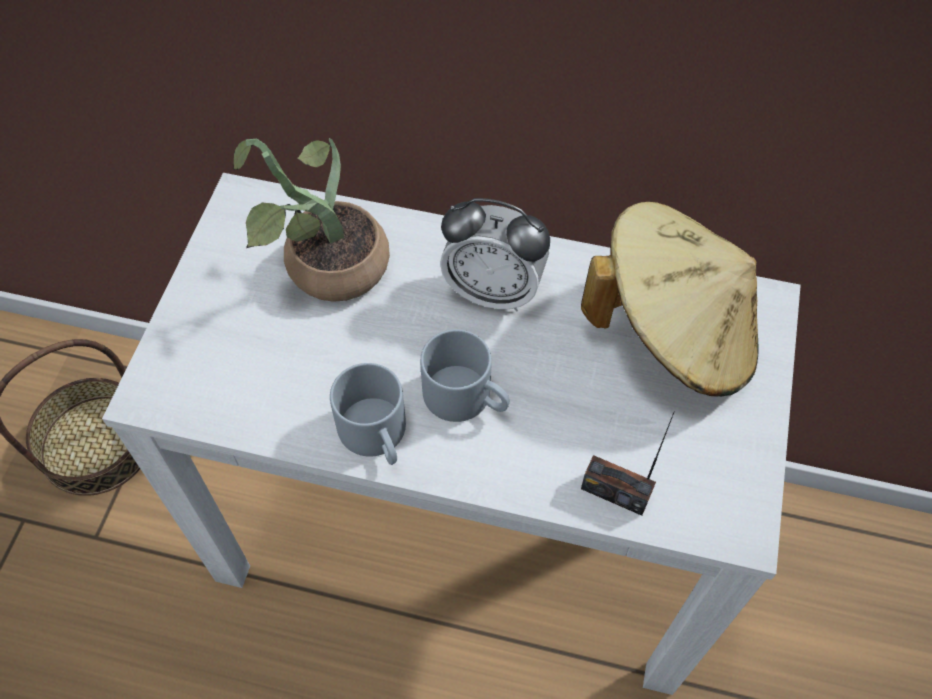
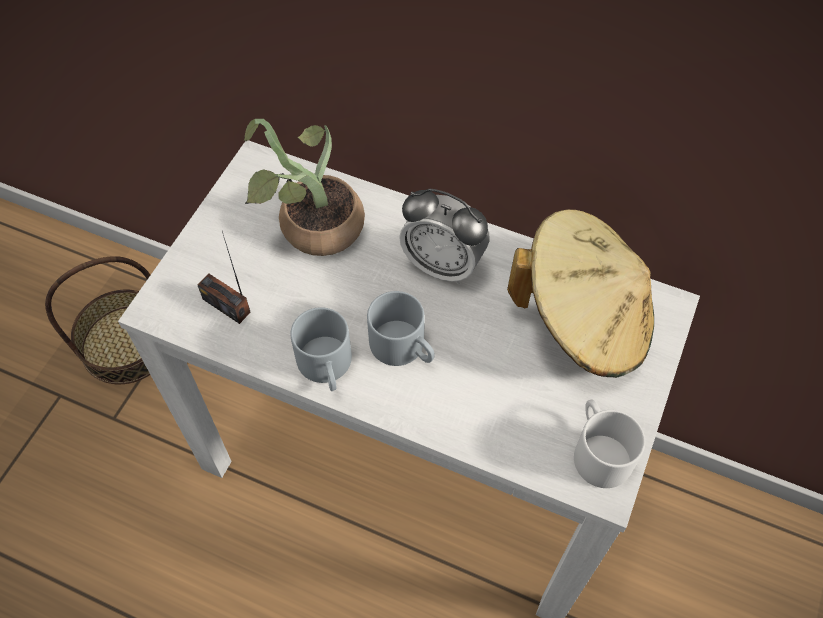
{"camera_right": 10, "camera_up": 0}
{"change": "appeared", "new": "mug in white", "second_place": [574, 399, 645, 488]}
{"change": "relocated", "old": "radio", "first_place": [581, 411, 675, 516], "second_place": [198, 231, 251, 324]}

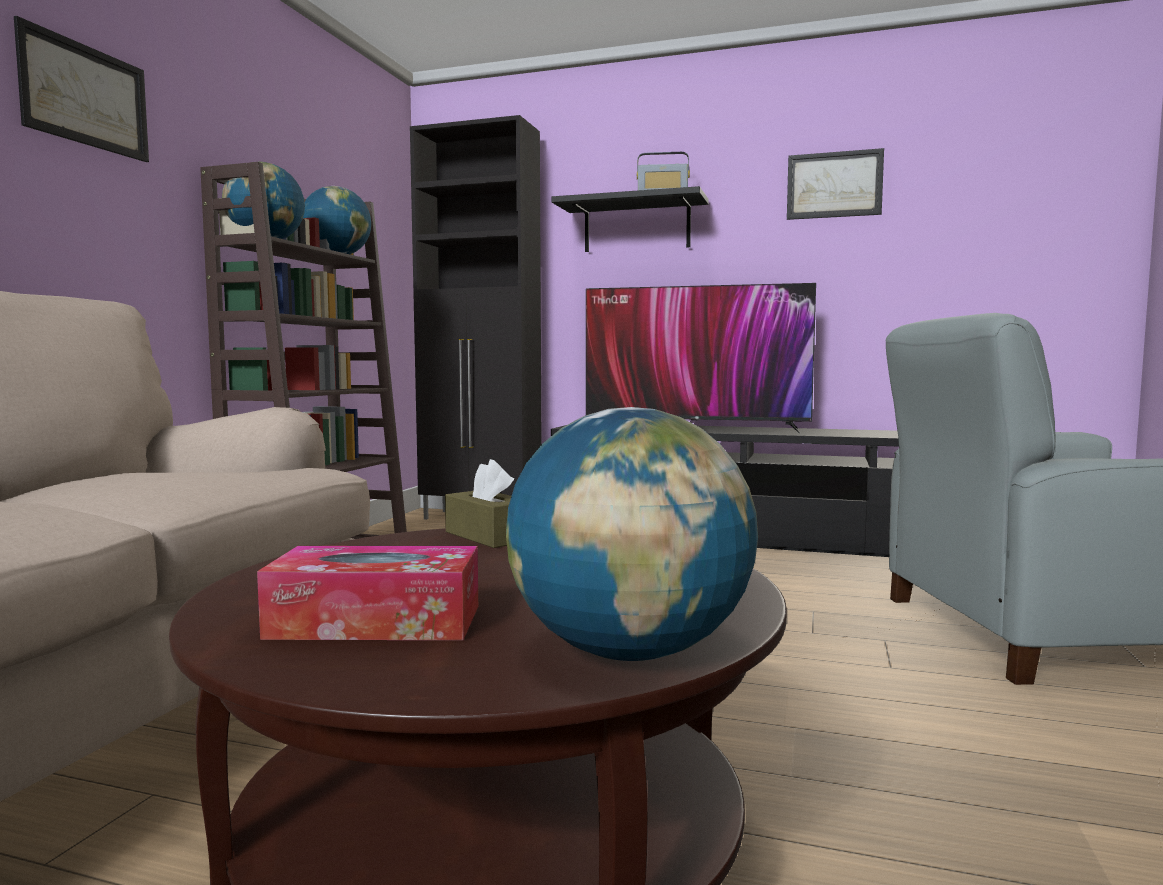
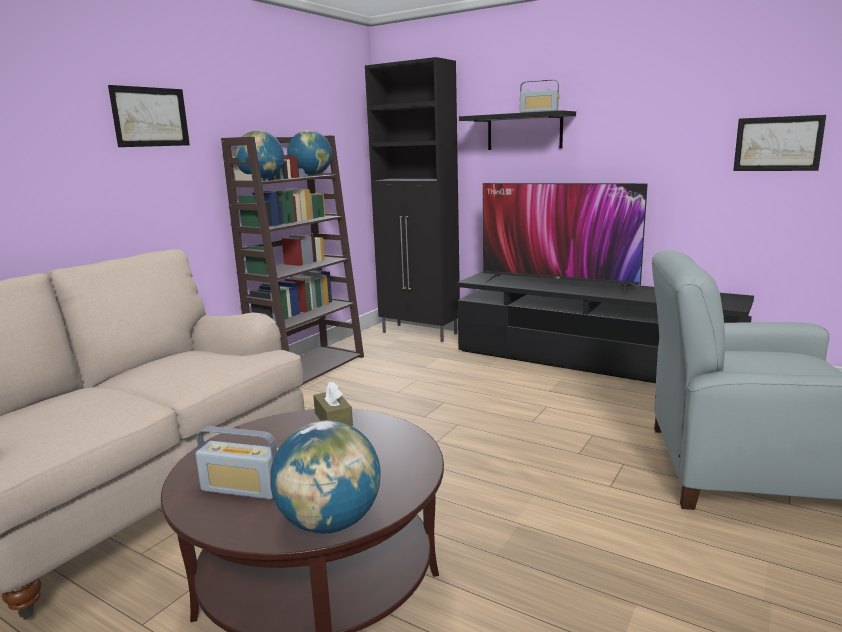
{"camera_right": 15, "camera_up": 10}
{"change": "relocated", "old": "picture", "first_place": [787, 148, 884, 220], "second_place": [733, 115, 826, 171]}
{"change": "exchanged", "old": "tissue box", "new": "radio", "first_place": [257, 546, 478, 640], "second_place": [196, 426, 279, 499]}

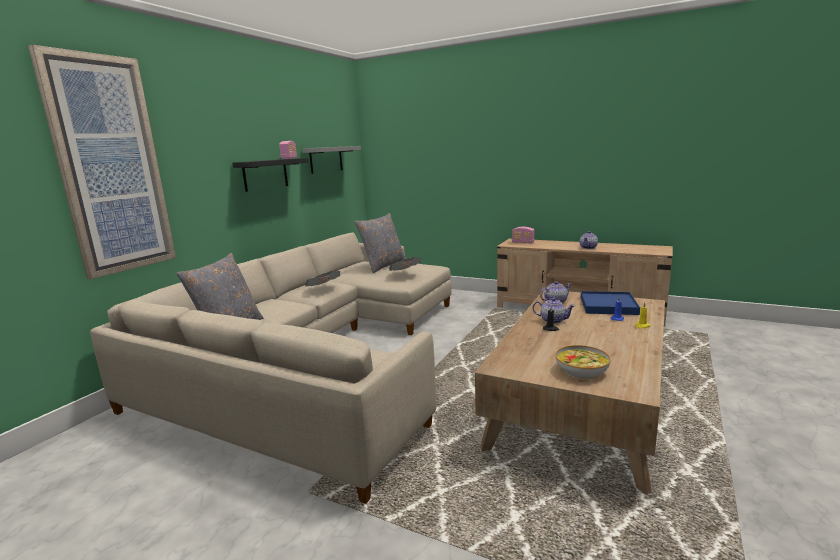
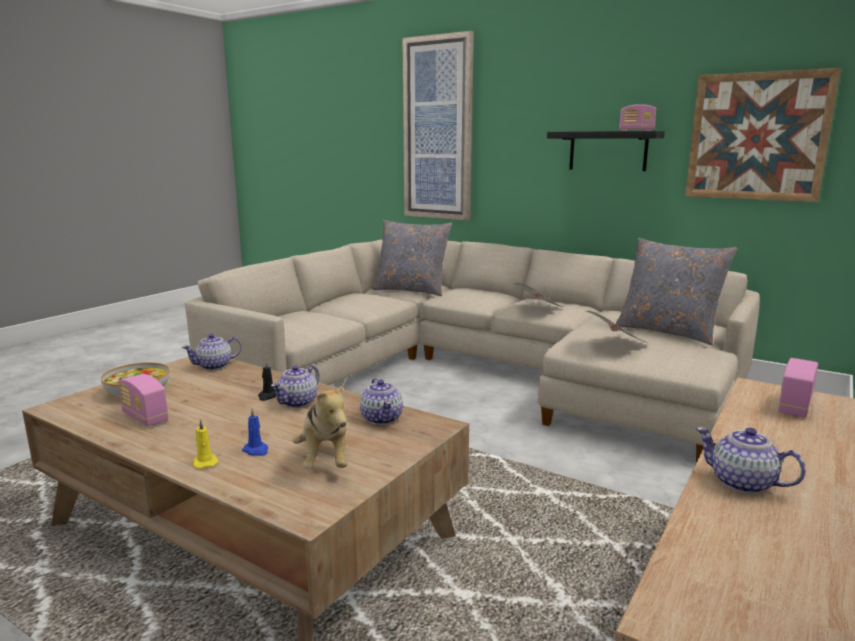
{"camera_right": 95, "camera_up": 0}
{"change": "appeared", "new": "radio", "second_place": [118, 374, 168, 426]}
{"change": "appeared", "new": "teapot", "second_place": [182, 334, 242, 370]}
{"change": "exchanged", "old": "shelf in grey", "new": "picture", "first_place": [303, 146, 361, 174], "second_place": [685, 68, 841, 202]}
{"change": "exchanged", "old": "tray in blue", "new": "plush toy", "first_place": [581, 291, 640, 315], "second_place": [292, 381, 347, 469]}

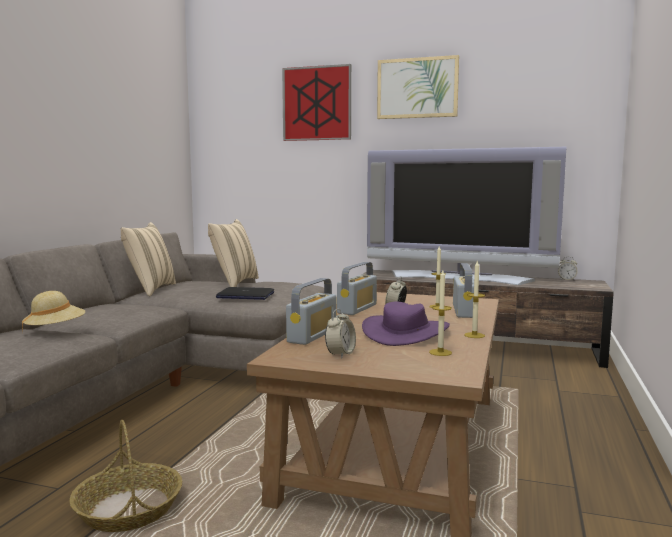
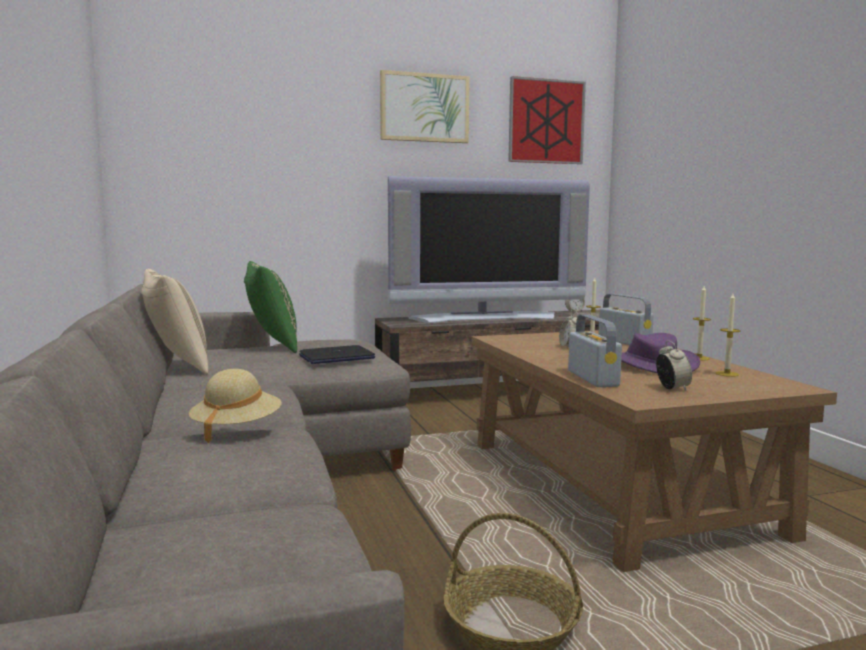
{"camera_right": -35, "camera_up": 0}
{"change": "missing", "old": "radio", "first_place": [337, 262, 377, 315]}
{"change": "relocated", "old": "picture", "first_place": [282, 64, 351, 141], "second_place": [508, 76, 586, 164]}
{"change": "colour", "old": "pillow in beige", "new": "pillow in green", "first_place": [208, 219, 259, 287], "second_place": [244, 261, 297, 353]}

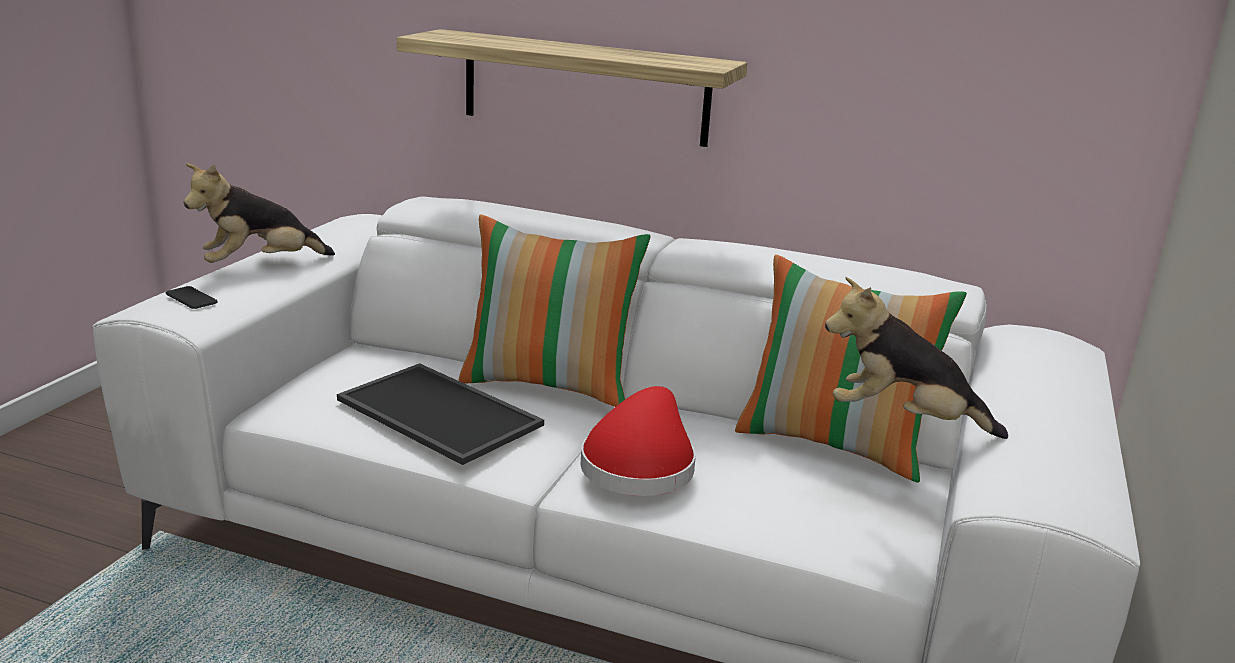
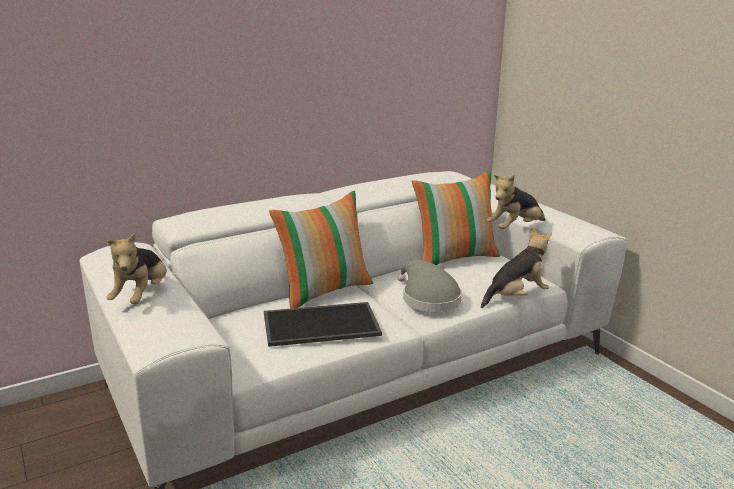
{"camera_right": -50, "camera_up": 0}
{"change": "missing", "old": "phone", "first_place": [166, 286, 218, 309]}
{"change": "missing", "old": "shelf", "first_place": [397, 29, 747, 147]}
{"change": "appeared", "new": "plush toy", "second_place": [481, 228, 552, 308]}
{"change": "colour", "old": "hat in red", "new": "hat in grey", "first_place": [581, 386, 696, 496], "second_place": [397, 259, 462, 312]}

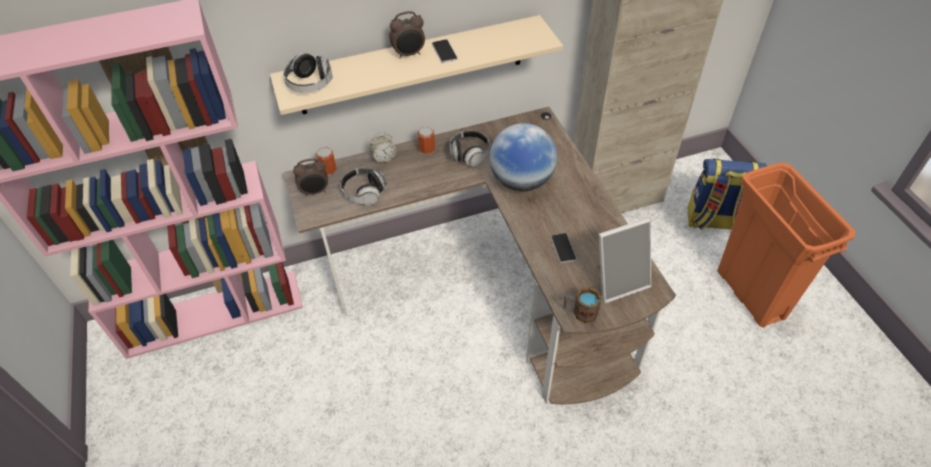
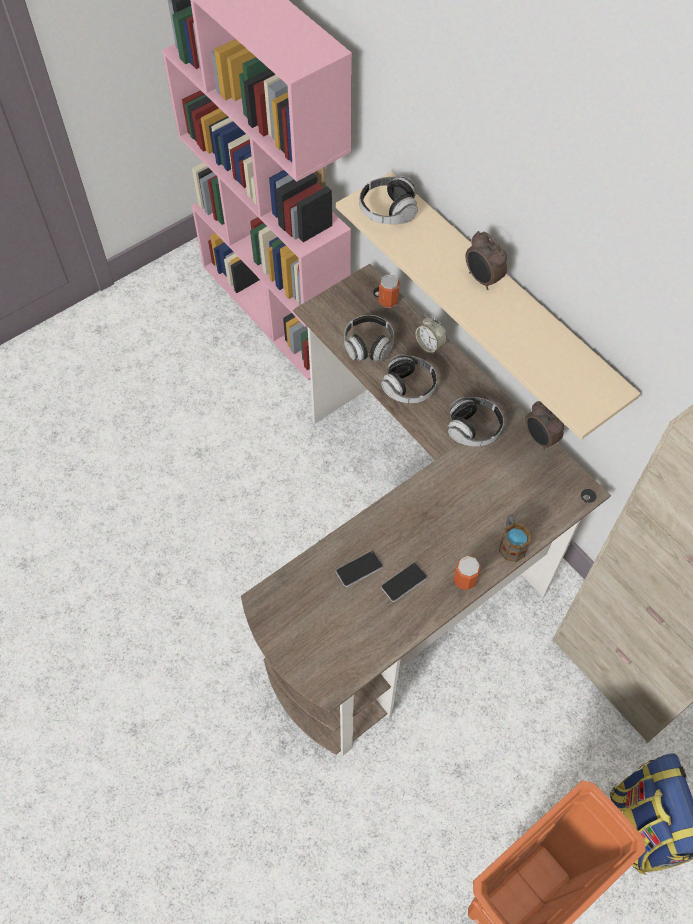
{"camera_right": 70, "camera_up": 10}
{"change": "missing", "old": "globe", "first_place": [489, 123, 557, 191]}
{"change": "missing", "old": "picture frame", "first_place": [596, 218, 651, 304]}
{"change": "appeared", "new": "headphones", "second_place": [381, 355, 437, 403]}
{"change": "relocated", "old": "alarm clock", "first_place": [293, 158, 328, 197], "second_place": [525, 401, 564, 450]}
{"change": "relocated", "old": "can", "first_place": [418, 126, 435, 154], "second_place": [453, 556, 481, 590]}
{"change": "relocated", "old": "phone", "first_place": [432, 39, 457, 63], "second_place": [381, 563, 427, 602]}
{"change": "relocated", "old": "mug", "first_place": [564, 287, 602, 323], "second_place": [499, 514, 532, 562]}

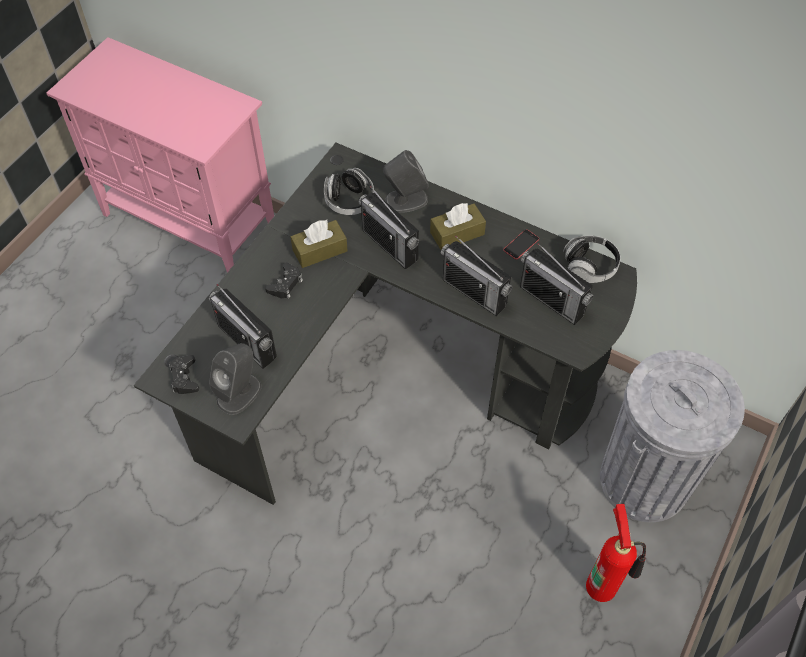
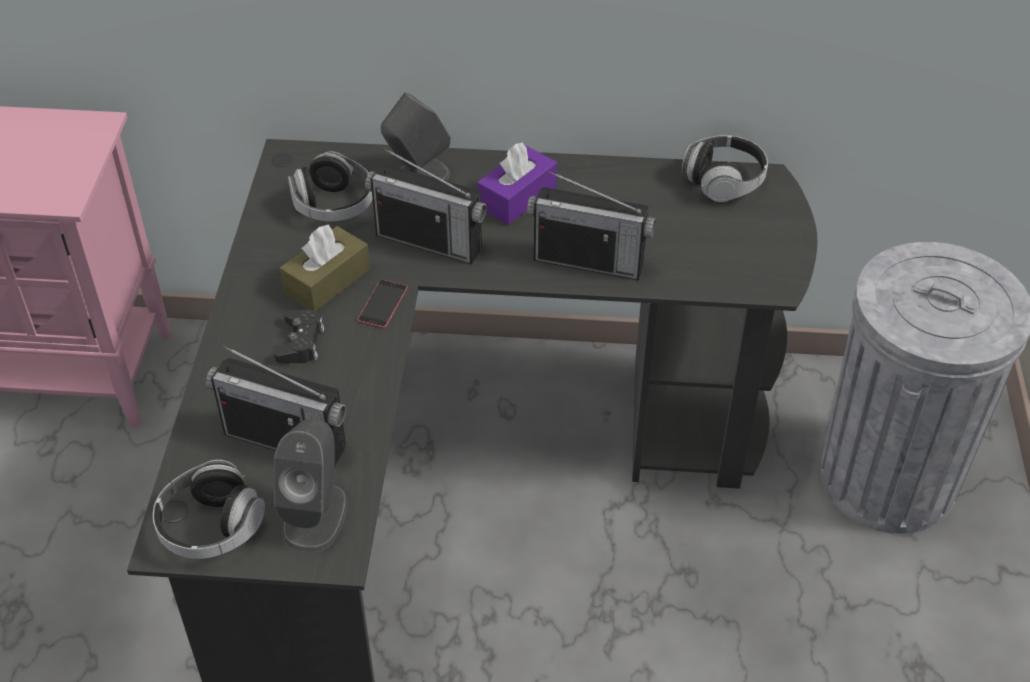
{"camera_right": -25, "camera_up": -10}
{"change": "missing", "old": "radio", "first_place": [520, 243, 594, 325]}
{"change": "missing", "old": "fire extinguisher", "first_place": [586, 504, 646, 602]}
{"change": "relocated", "old": "phone", "first_place": [503, 229, 539, 260], "second_place": [358, 280, 407, 328]}
{"change": "exchanged", "old": "game controller in black", "new": "headphones", "first_place": [169, 355, 199, 394], "second_place": [153, 460, 265, 559]}
{"change": "colour", "old": "tissue box in brown", "new": "tissue box in purple", "first_place": [430, 203, 486, 250], "second_place": [477, 143, 557, 225]}

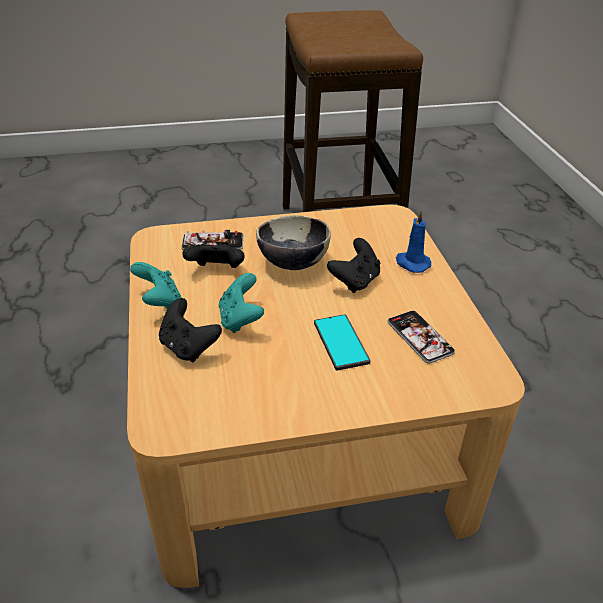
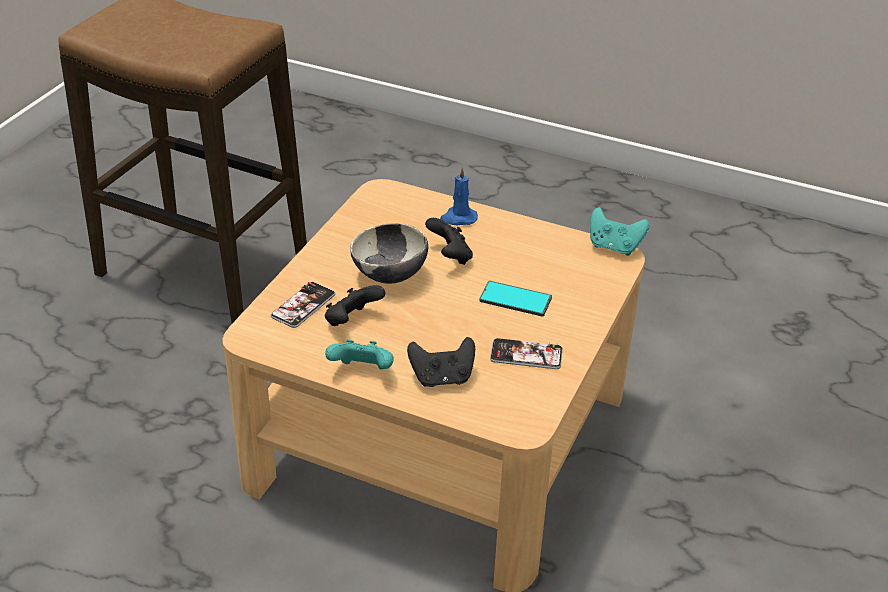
{"camera_right": -55, "camera_up": 0}
{"change": "relocated", "old": "game controller in turquoise", "first_place": [219, 273, 264, 333], "second_place": [590, 207, 649, 256]}
{"change": "relocated", "old": "phone", "first_place": [387, 311, 455, 364], "second_place": [490, 338, 563, 369]}

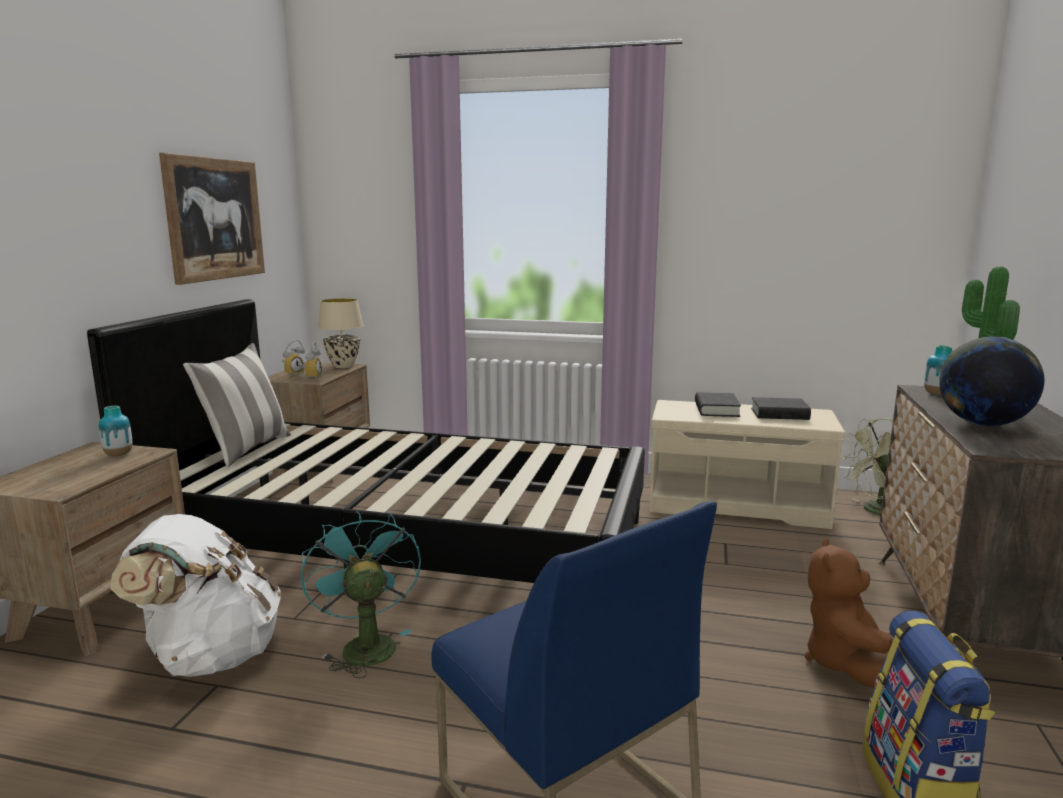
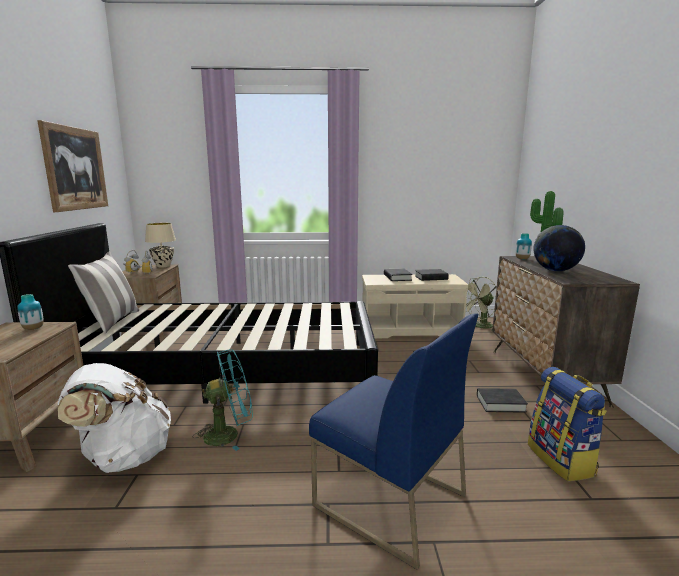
{"camera_right": -15, "camera_up": 0}
{"change": "exchanged", "old": "plush toy in brown", "new": "book in black", "first_place": [805, 538, 893, 688], "second_place": [477, 388, 528, 413]}
{"change": "spun", "old": "fan in turquoise", "first_place": [301, 510, 421, 678], "second_place": [192, 349, 253, 451], "degrees": 105}

